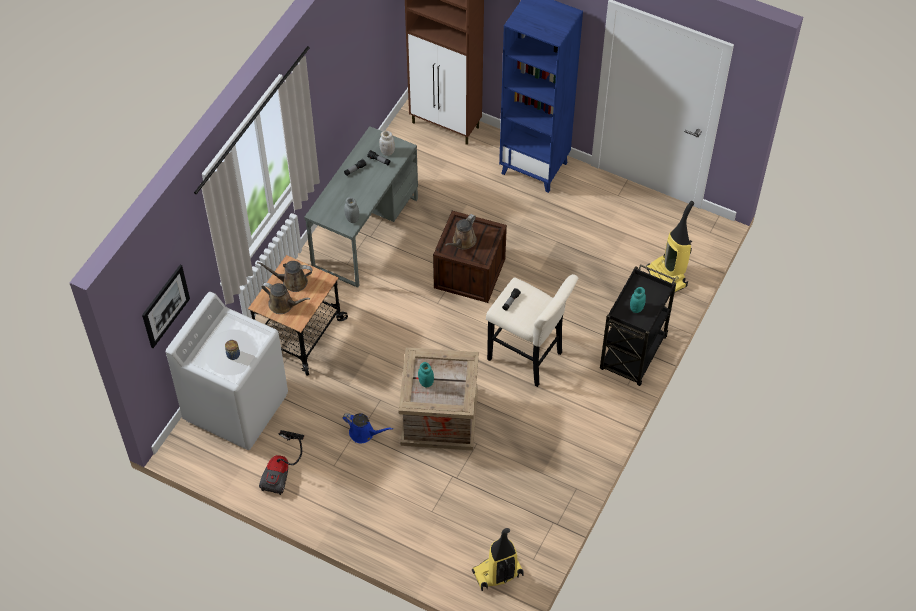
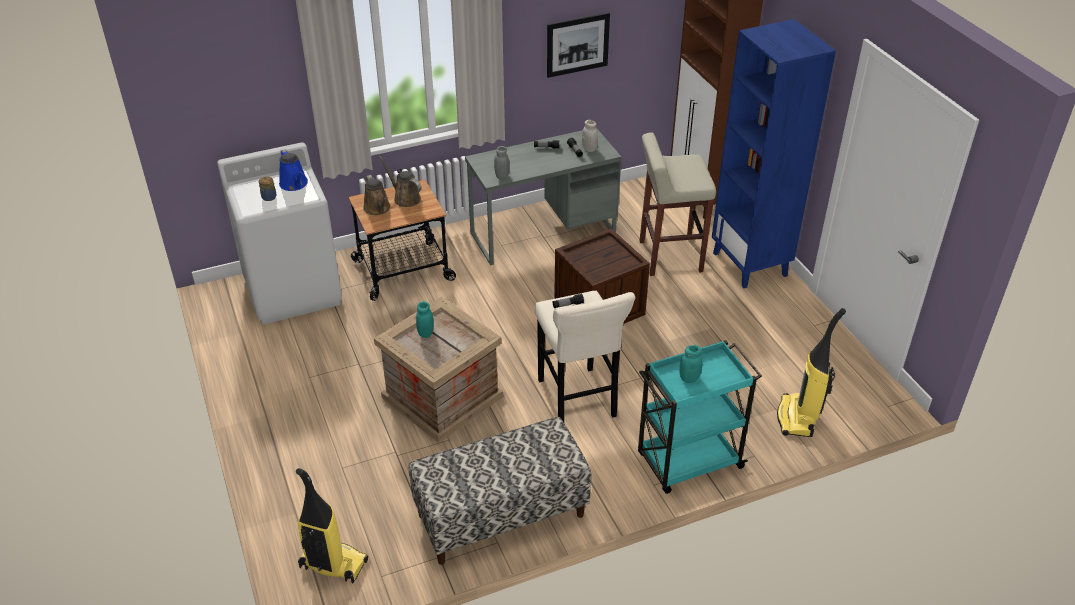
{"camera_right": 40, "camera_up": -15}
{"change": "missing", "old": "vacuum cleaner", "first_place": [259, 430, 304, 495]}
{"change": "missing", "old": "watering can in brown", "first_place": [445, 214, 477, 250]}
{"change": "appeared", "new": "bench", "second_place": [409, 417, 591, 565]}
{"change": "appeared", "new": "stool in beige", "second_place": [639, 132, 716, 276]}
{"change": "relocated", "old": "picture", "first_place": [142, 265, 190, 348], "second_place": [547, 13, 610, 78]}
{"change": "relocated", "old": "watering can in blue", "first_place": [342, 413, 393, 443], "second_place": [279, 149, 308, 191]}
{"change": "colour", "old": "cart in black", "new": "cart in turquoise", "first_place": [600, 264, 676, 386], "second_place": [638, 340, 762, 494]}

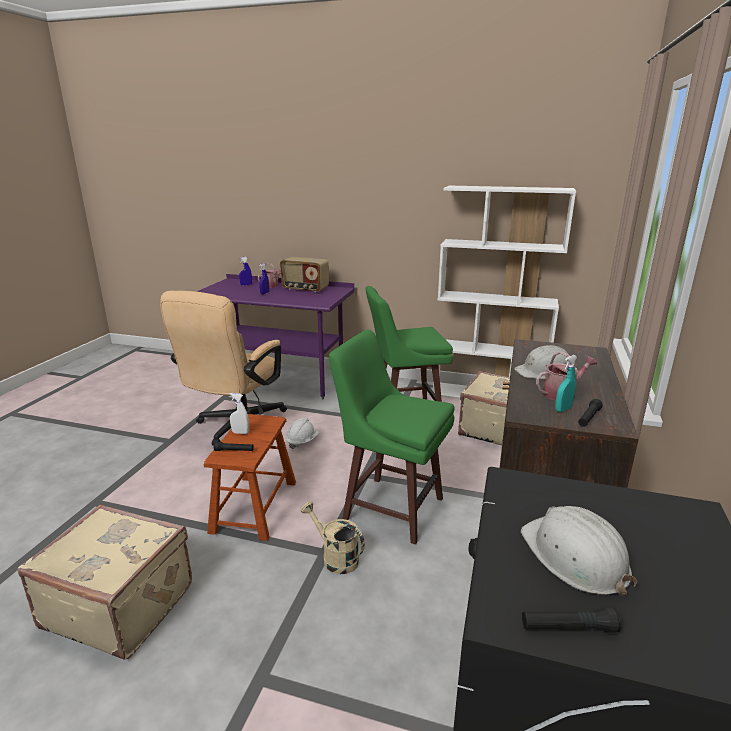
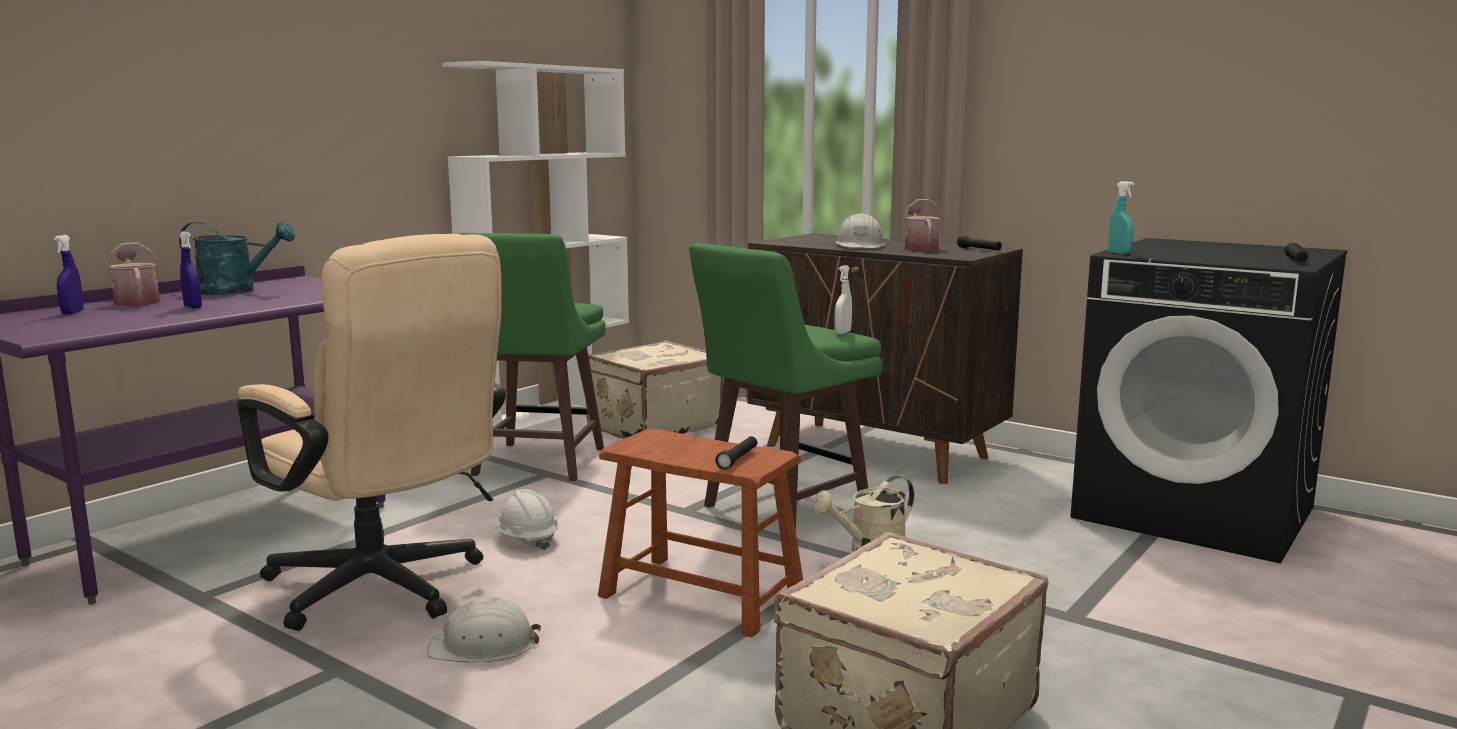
{"camera_right": -70, "camera_up": -10}
{"change": "relocated", "old": "spray bottle in white", "first_place": [229, 393, 249, 434], "second_place": [835, 265, 852, 334]}
{"change": "relocated", "old": "hard hat in white", "first_place": [521, 506, 637, 596], "second_place": [427, 598, 541, 663]}
{"change": "relocated", "old": "spray bottle in turquoise", "first_place": [555, 355, 577, 412], "second_place": [1108, 181, 1134, 254]}
{"change": "exchanged", "old": "radio", "new": "watering can in turquoise", "first_place": [280, 257, 329, 293], "second_place": [179, 221, 295, 295]}

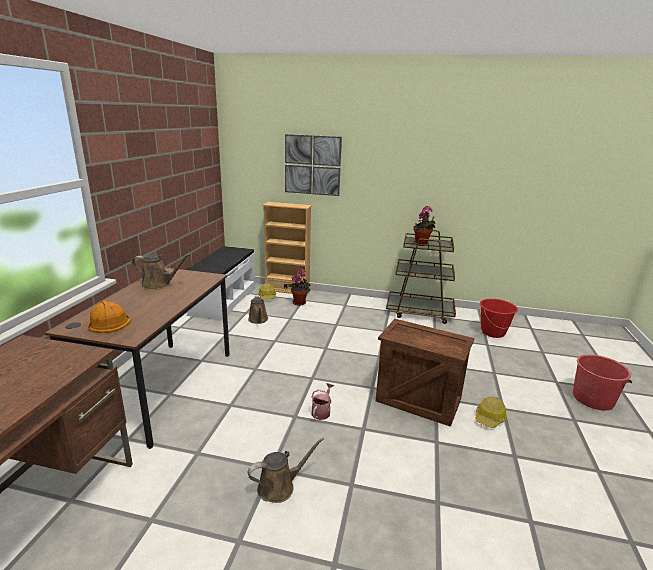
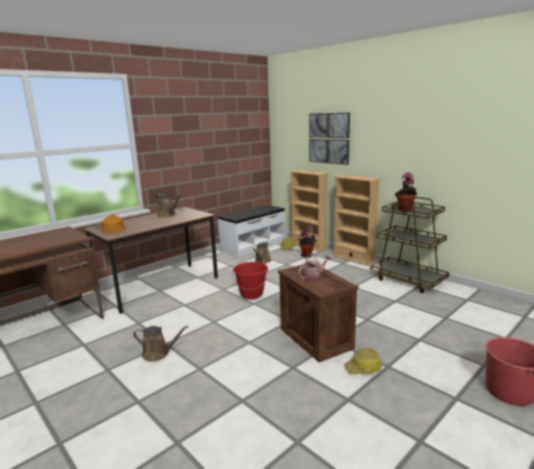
{"camera_right": 35, "camera_up": -5}
{"change": "appeared", "new": "bookcase in beige", "second_place": [333, 175, 380, 266]}
{"change": "relocated", "old": "watering can", "first_place": [311, 383, 334, 420], "second_place": [299, 254, 331, 282]}
{"change": "relocated", "old": "bucket in red", "first_place": [480, 299, 518, 338], "second_place": [232, 262, 268, 299]}

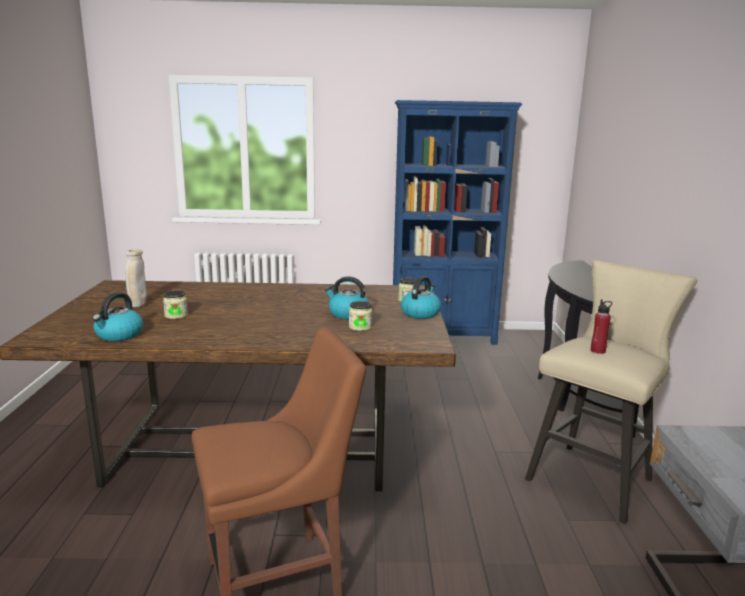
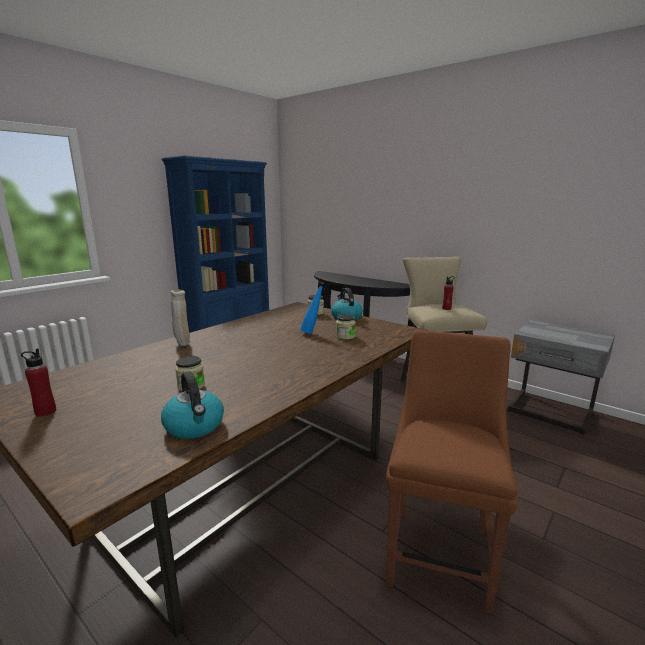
{"camera_right": -50, "camera_up": 0}
{"change": "appeared", "new": "bottle in red", "second_place": [21, 348, 56, 417]}
{"change": "relocated", "old": "vase in beige", "first_place": [125, 249, 147, 307], "second_place": [170, 290, 190, 346]}
{"change": "exchanged", "old": "kettle", "new": "bottle in blue", "first_place": [325, 276, 369, 319], "second_place": [300, 282, 324, 334]}

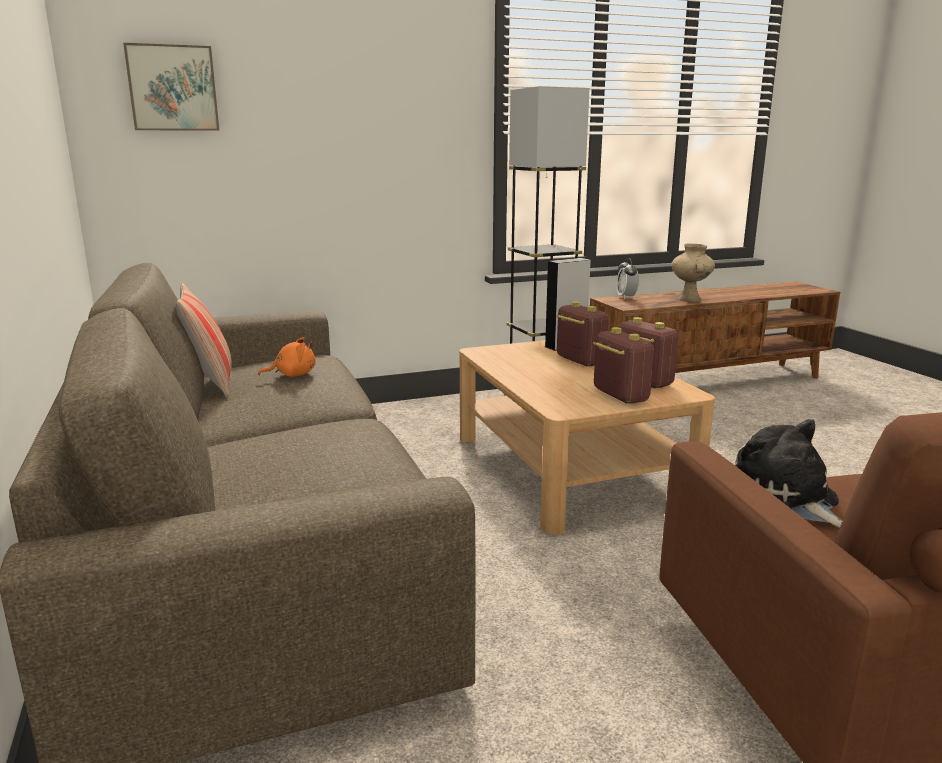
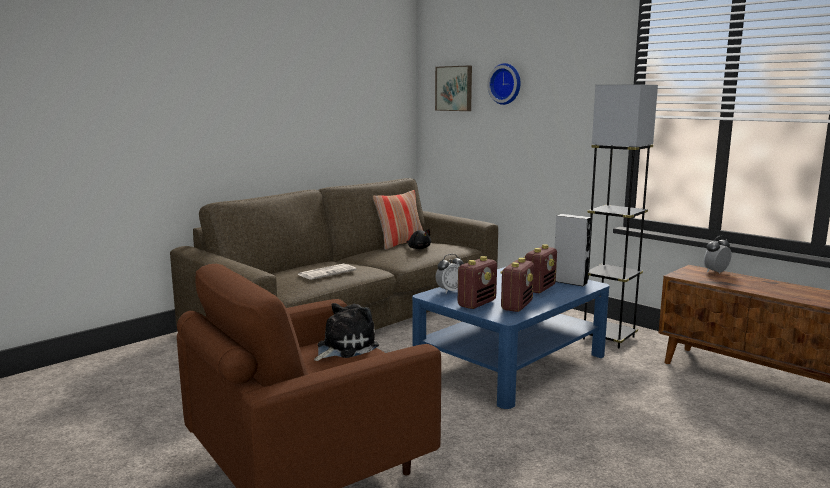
{"camera_right": 65, "camera_up": -5}
{"change": "missing", "old": "vase in beige", "first_place": [671, 243, 715, 302]}
{"change": "appeared", "new": "newspaper", "second_place": [298, 264, 356, 280]}
{"change": "appeared", "new": "alarm clock", "second_place": [435, 254, 464, 293]}
{"change": "appeared", "new": "wall clock", "second_place": [487, 63, 521, 105]}
{"change": "colour", "old": "plush toy in orange", "new": "plush toy in black", "first_place": [258, 337, 316, 377], "second_place": [406, 229, 431, 249]}
{"change": "colour", "old": "coffee table in beige", "new": "coffee table in blue", "first_place": [459, 340, 715, 535], "second_place": [412, 267, 609, 409]}

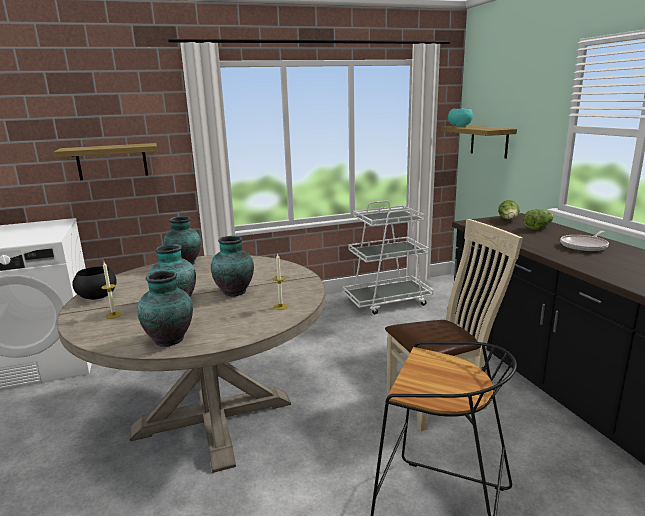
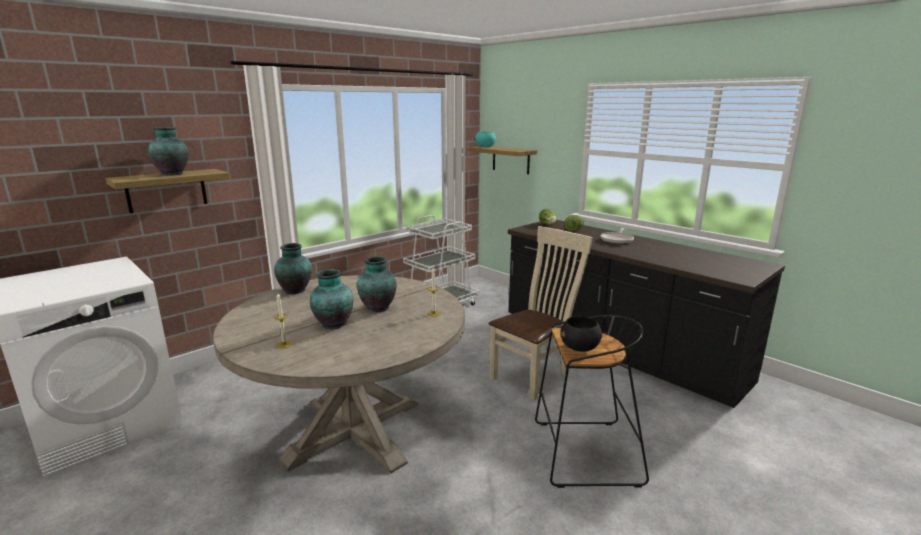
{"camera_right": -25, "camera_up": 0}
{"change": "relocated", "old": "bowl in black", "first_place": [72, 266, 117, 300], "second_place": [561, 316, 602, 352]}
{"change": "relocated", "old": "vase", "first_place": [137, 271, 193, 347], "second_place": [148, 127, 188, 176]}

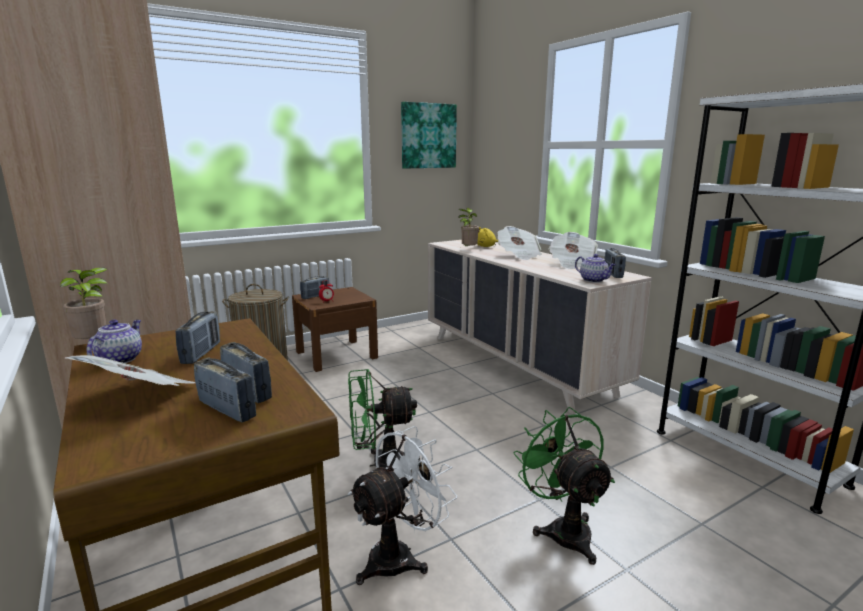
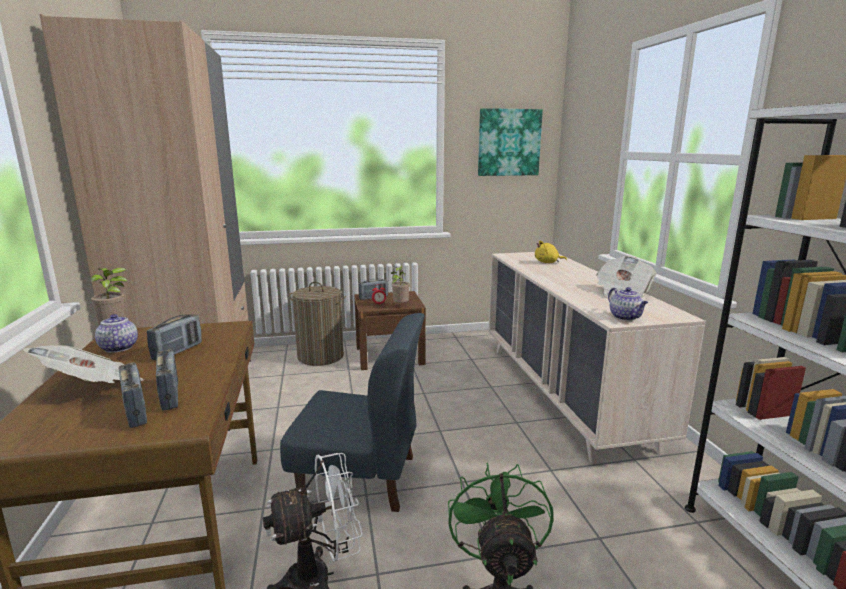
{"camera_right": 20, "camera_up": 0}
{"change": "missing", "old": "newspaper", "first_place": [497, 226, 542, 260]}
{"change": "missing", "old": "radio", "first_place": [604, 248, 626, 278]}
{"change": "relocated", "old": "potted plant", "first_place": [458, 208, 479, 248], "second_place": [391, 265, 410, 303]}
{"change": "exchanged", "old": "fan in green", "new": "chair in blue", "first_place": [348, 369, 420, 468], "second_place": [280, 313, 425, 512]}
{"change": "spun", "old": "teapot", "first_place": [87, 320, 142, 363], "second_place": [95, 314, 138, 353], "degrees": -60}

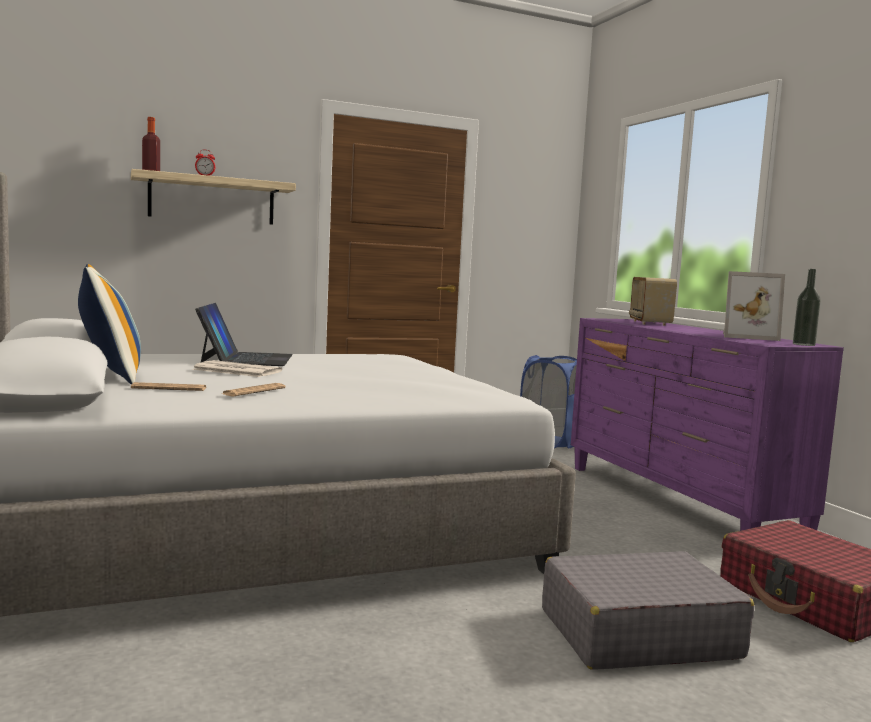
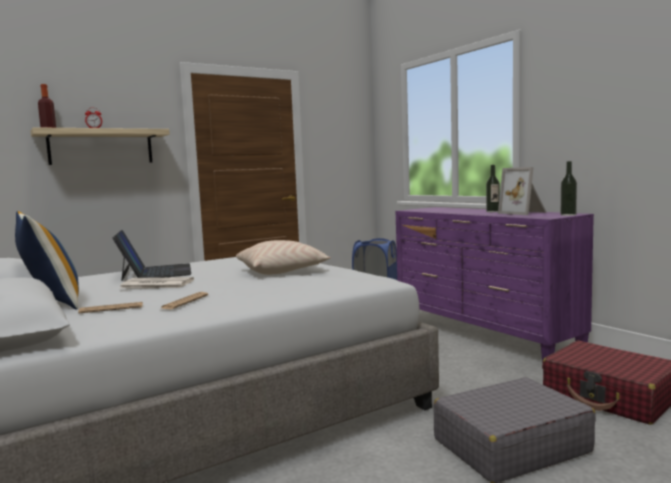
{"camera_right": -10, "camera_up": 0}
{"change": "missing", "old": "radio", "first_place": [629, 277, 677, 326]}
{"change": "appeared", "new": "pillow in beige", "second_place": [236, 240, 331, 275]}
{"change": "appeared", "new": "bottle", "second_place": [486, 165, 500, 212]}
{"change": "spun", "old": "picture frame", "first_place": [723, 271, 785, 341], "second_place": [498, 167, 547, 215], "degrees": 60}

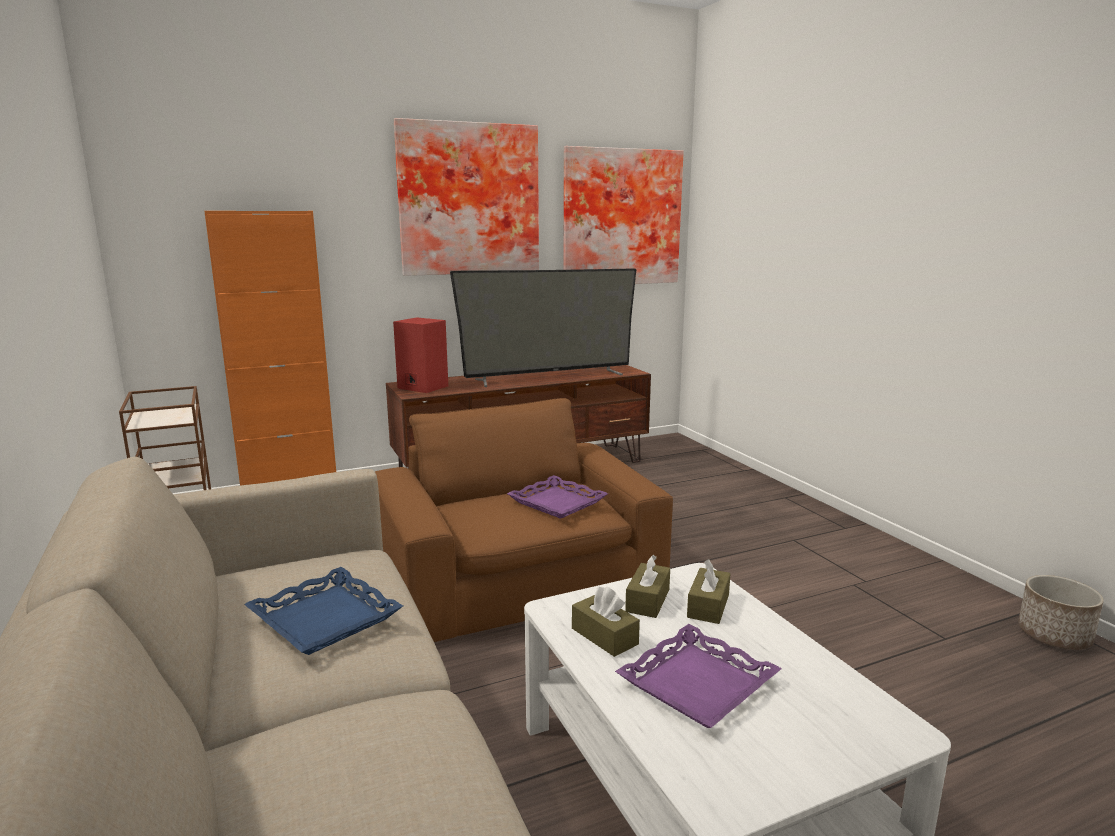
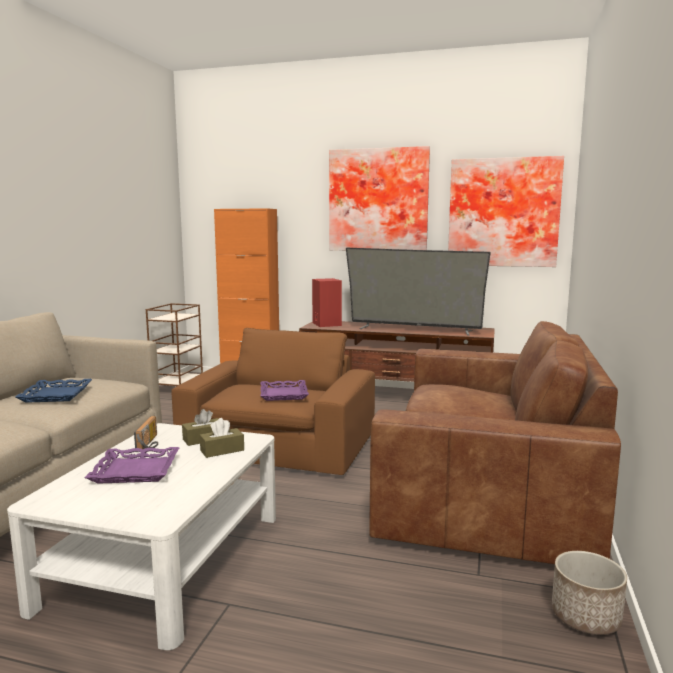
{"camera_right": 40, "camera_up": -5}
{"change": "appeared", "new": "sofa in brown", "second_place": [369, 321, 621, 564]}
{"change": "exchanged", "old": "tissue box in brown", "new": "radio", "first_place": [572, 586, 640, 657], "second_place": [134, 416, 158, 449]}

